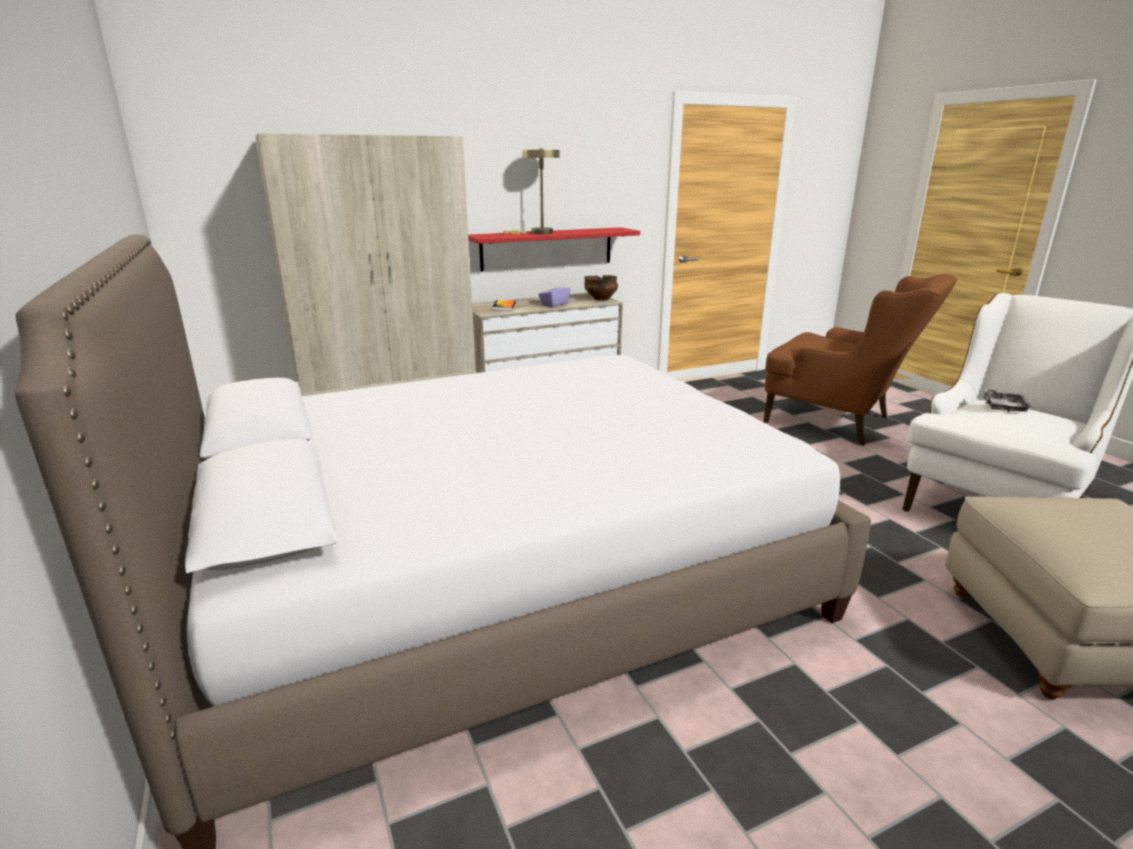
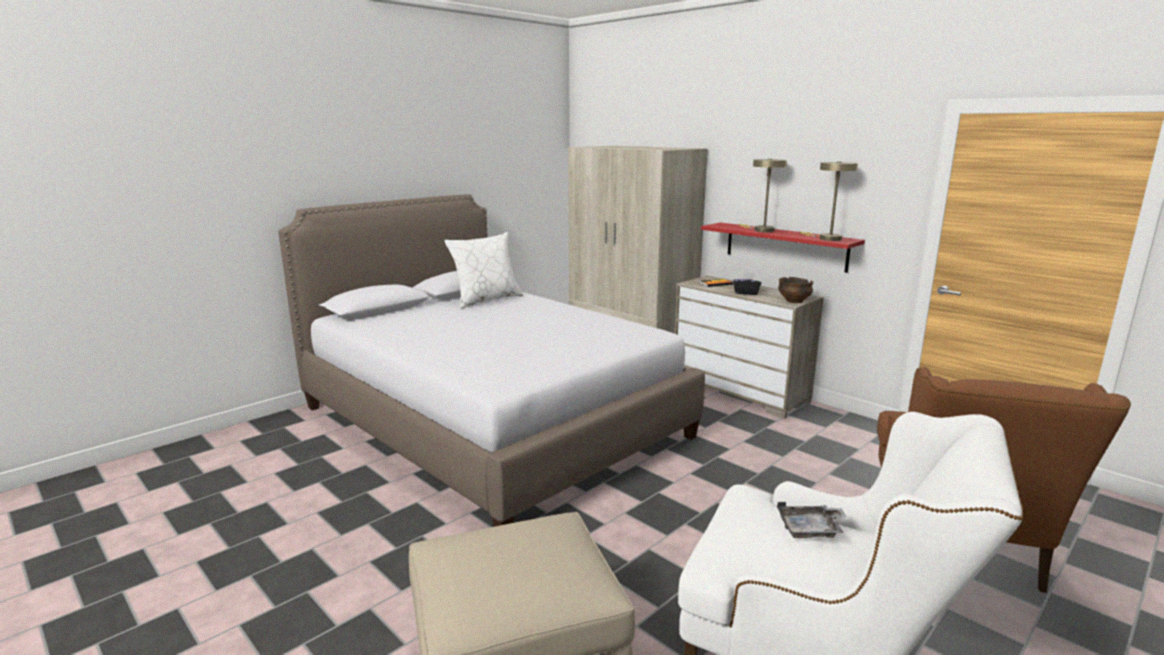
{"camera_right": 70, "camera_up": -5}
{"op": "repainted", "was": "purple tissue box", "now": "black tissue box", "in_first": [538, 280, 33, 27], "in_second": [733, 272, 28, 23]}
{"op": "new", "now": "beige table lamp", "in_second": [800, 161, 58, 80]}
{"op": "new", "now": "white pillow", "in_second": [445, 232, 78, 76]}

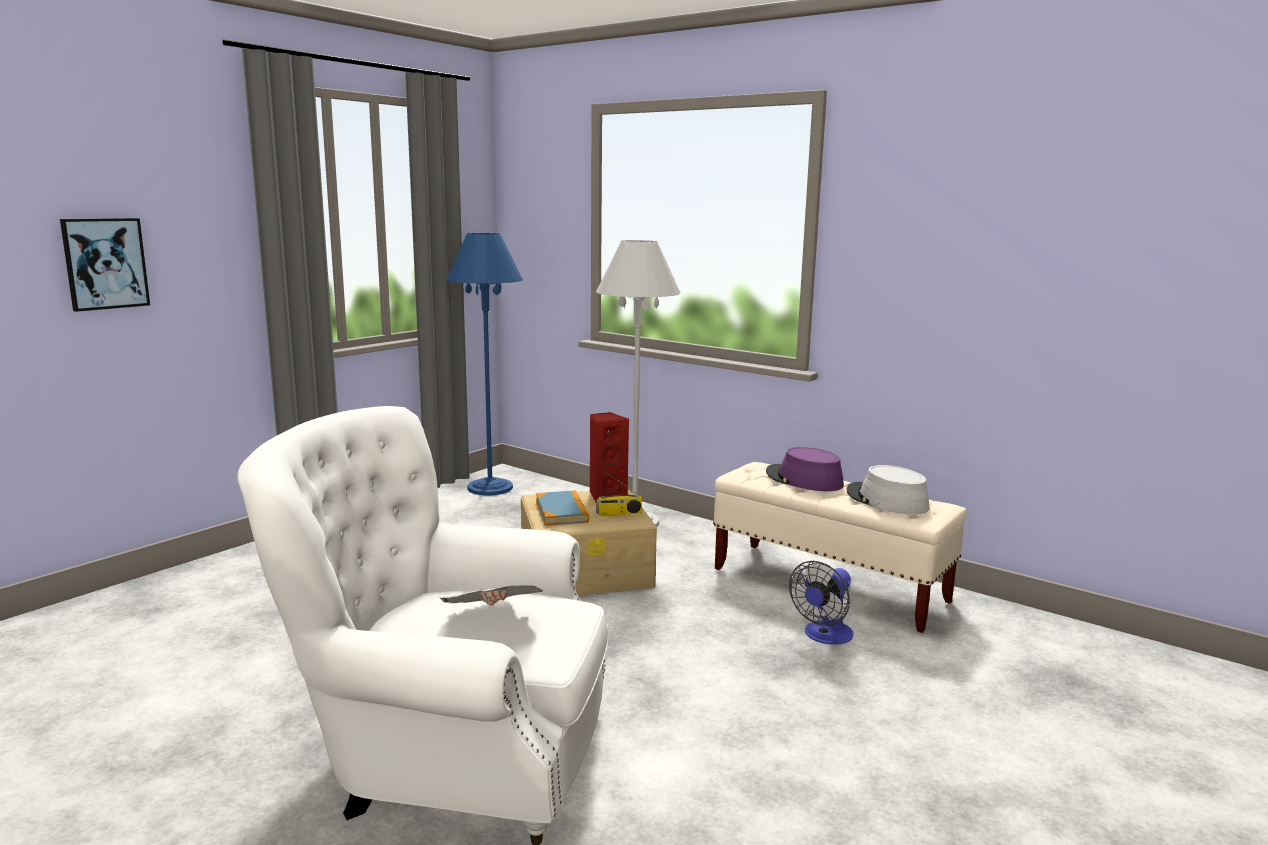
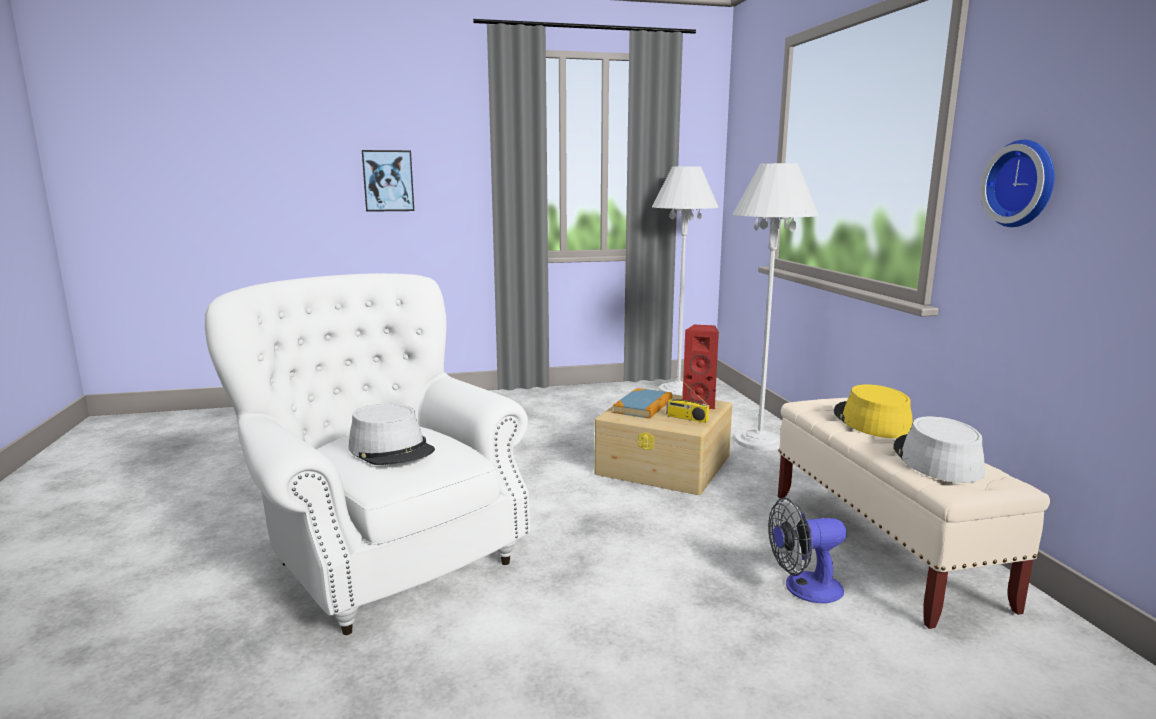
{"camera_right": 40, "camera_up": 0}
{"op": "repainted", "was": "blue floor lamp", "now": "white floor lamp", "in_first": [446, 233, 77, 262], "in_second": [652, 166, 67, 229]}
{"op": "repainted", "was": "purple hat", "now": "yellow hat", "in_first": [766, 447, 78, 44], "in_second": [834, 384, 79, 54]}
{"op": "swapped", "was": "newspaper", "now": "grey hat", "in_first": [440, 585, 103, 20], "in_second": [349, 404, 86, 61]}
{"op": "new", "now": "wall clock", "in_second": [980, 140, 74, 87]}

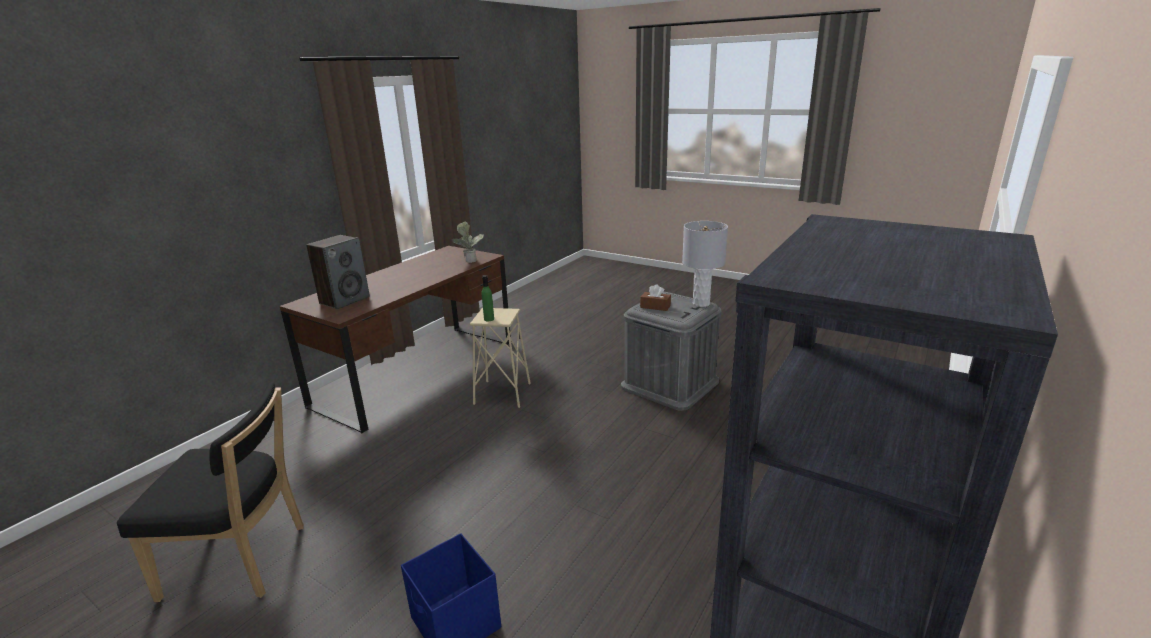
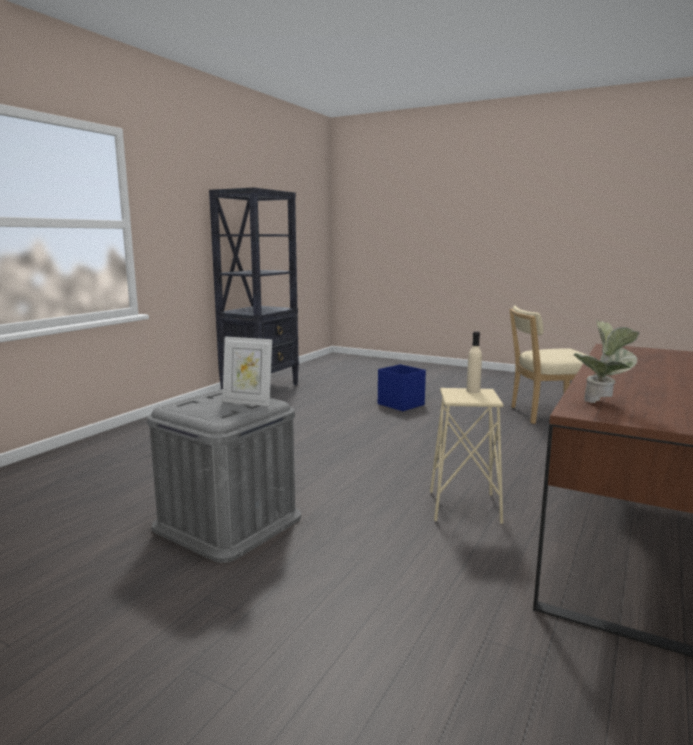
{"camera_right": 175, "camera_up": -10}
{"op": "gone", "was": "grey table lamp", "in_first": [682, 221, 46, 86]}
{"op": "gone", "was": "speaker", "in_first": [306, 235, 64, 74]}
{"op": "repainted", "was": "green bottle", "now": "beige bottle", "in_first": [482, 275, 12, 46], "in_second": [467, 331, 15, 62]}
{"op": "swapped", "was": "brown tissue box", "now": "picture frame", "in_first": [640, 284, 31, 27], "in_second": [222, 336, 50, 70]}
{"op": "repainted", "was": "black chair", "now": "beige chair", "in_first": [117, 382, 187, 220], "in_second": [509, 305, 77, 119]}

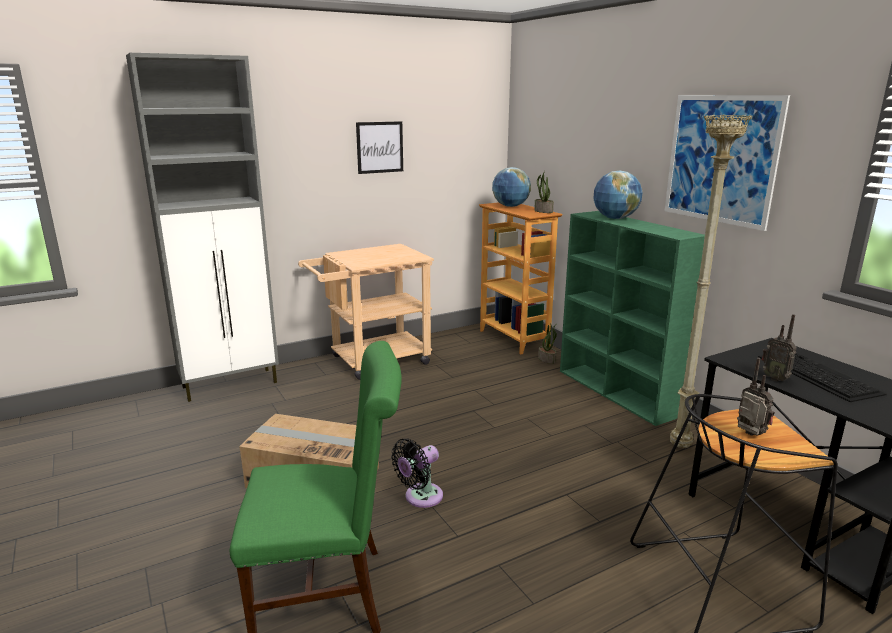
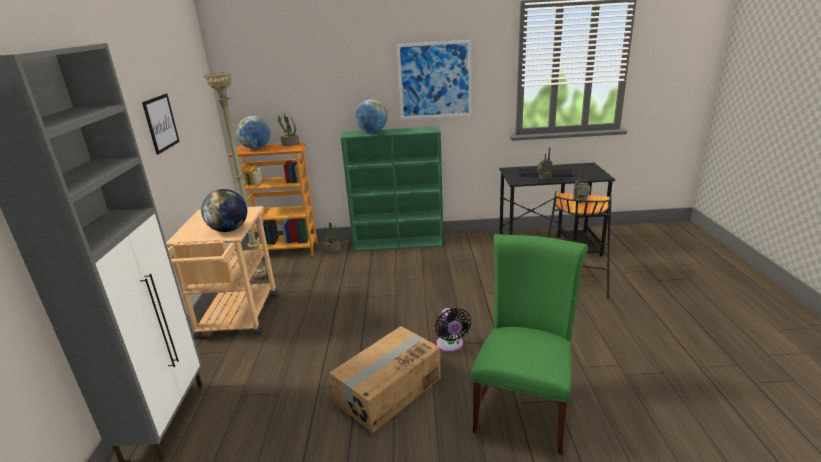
{"camera_right": -60, "camera_up": 5}
{"op": "shifted", "was": "beige floor lamp", "in_first": [670, 114, 82, 334], "in_second": [203, 71, 64, 207]}
{"op": "new", "now": "globe", "in_second": [201, 189, 46, 43]}

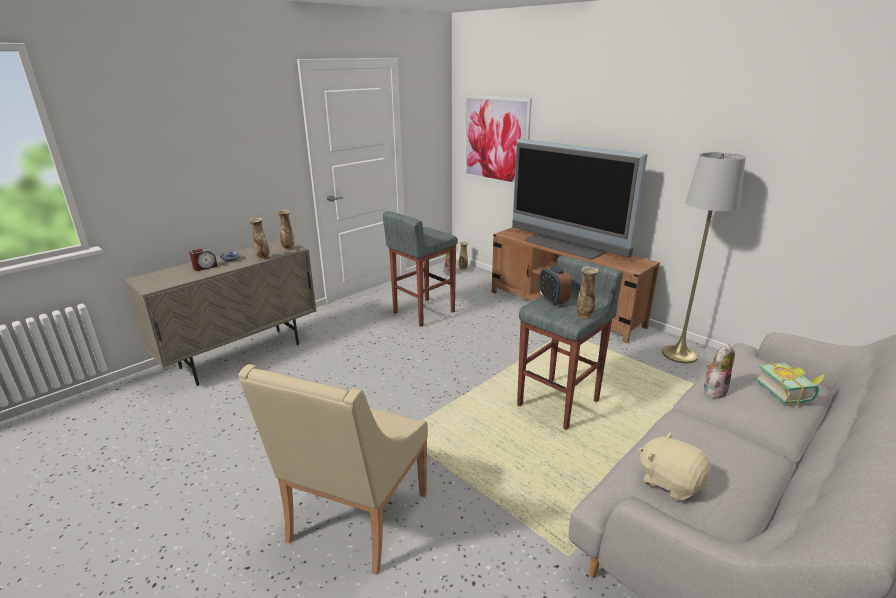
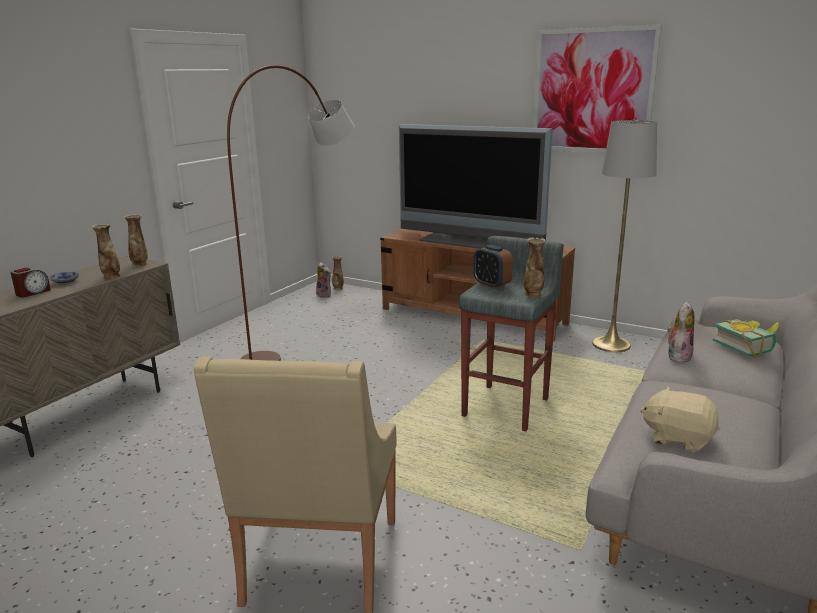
{"camera_right": -15, "camera_up": -5}
{"op": "shifted", "was": "picture", "in_first": [464, 95, 68, 91], "in_second": [533, 25, 129, 128]}
{"op": "swapped", "was": "grey stool", "now": "brown floor lamp", "in_first": [383, 211, 75, 116], "in_second": [227, 65, 128, 296]}

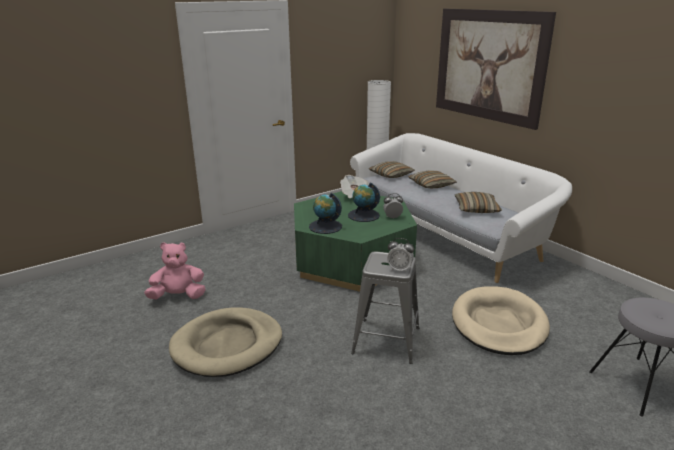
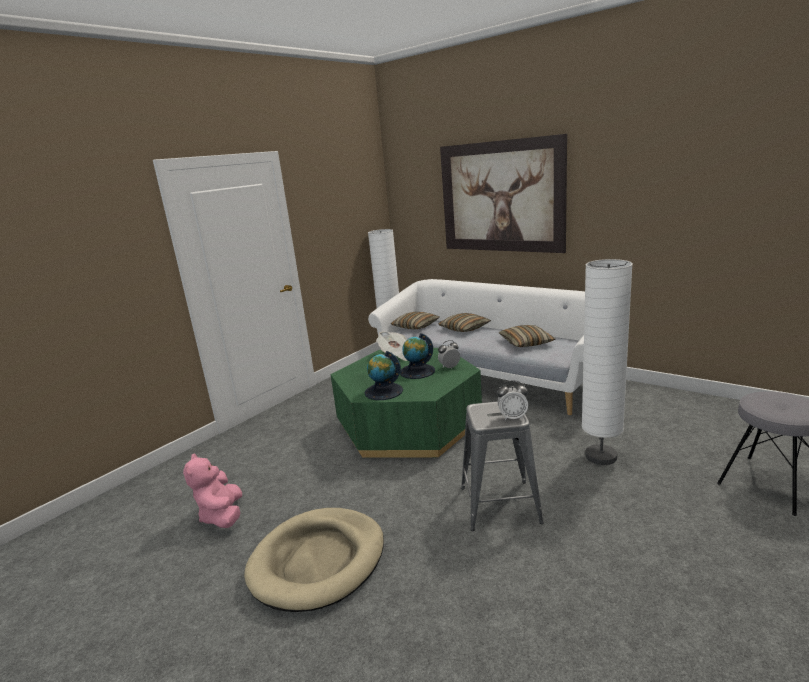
{"camera_right": -15, "camera_up": -5}
{"op": "rotated", "was": "pink plush toy", "in_first": [144, 242, 62, 58], "in_second": [183, 454, 59, 74], "clockwise": -75}
{"op": "swapped", "was": "beige dog bed", "now": "white floor lamp", "in_first": [452, 286, 98, 69], "in_second": [582, 259, 51, 206]}

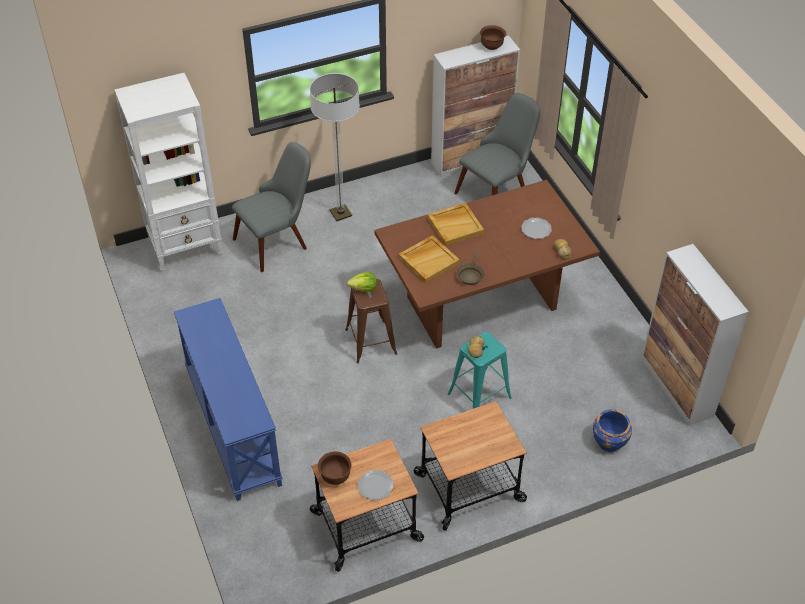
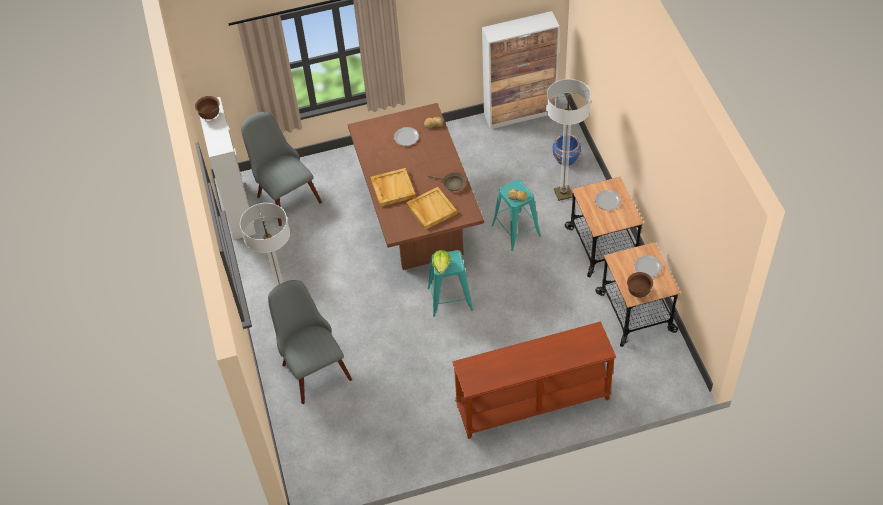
{"camera_right": -80, "camera_up": 5}
{"op": "gone", "was": "white bookcase", "in_first": [115, 73, 108, 200]}
{"op": "repainted", "was": "brown stool", "now": "turquoise stool", "in_first": [345, 279, 52, 85], "in_second": [427, 250, 46, 67]}
{"op": "repainted", "was": "blue console table", "now": "brown console table", "in_first": [174, 298, 109, 203], "in_second": [453, 322, 163, 117]}
{"op": "new", "now": "floor lamp", "in_second": [546, 79, 45, 122]}
{"op": "new", "now": "plate", "in_second": [595, 190, 26, 20]}

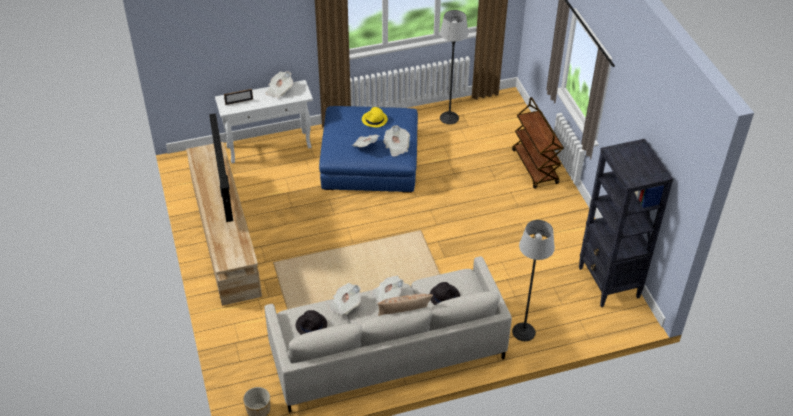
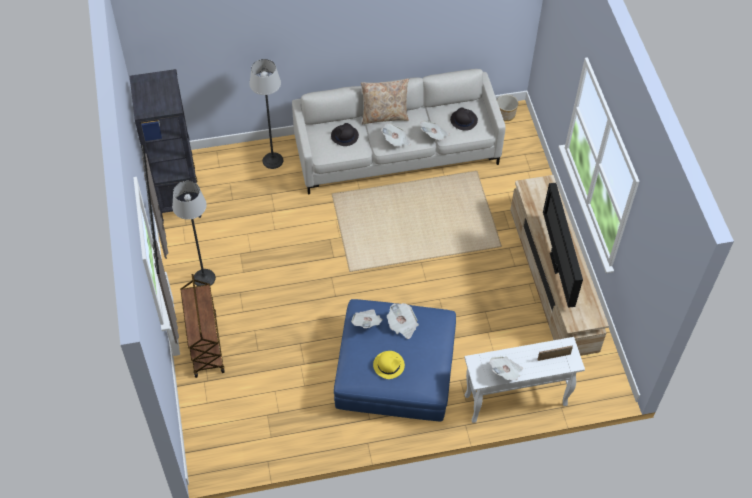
{"camera_right": -175, "camera_up": 10}
{"op": "shifted", "was": "floor lamp", "in_first": [440, 10, 28, 114], "in_second": [172, 181, 44, 105]}

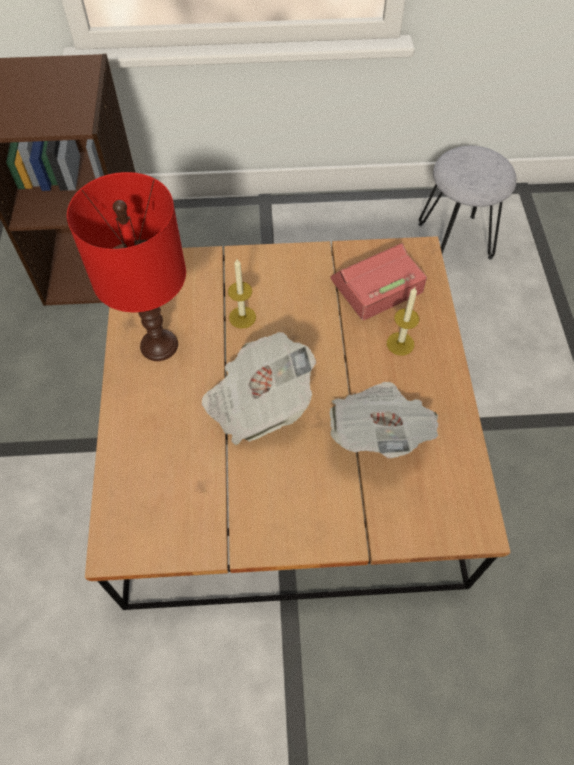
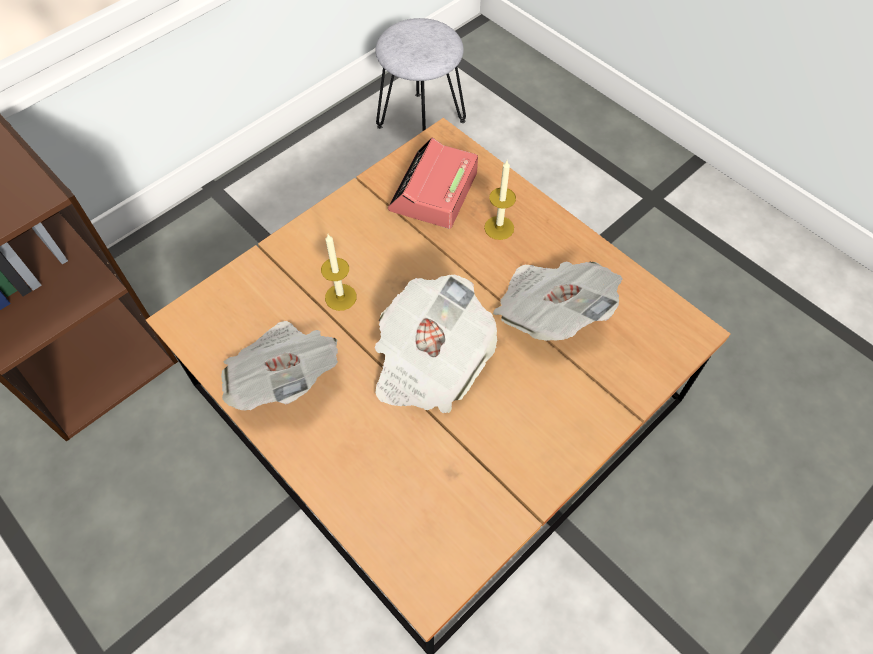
{"camera_right": -40, "camera_up": 0}
{"op": "swapped", "was": "red table lamp", "now": "newspaper", "in_first": [67, 172, 119, 189], "in_second": [221, 321, 117, 89]}

